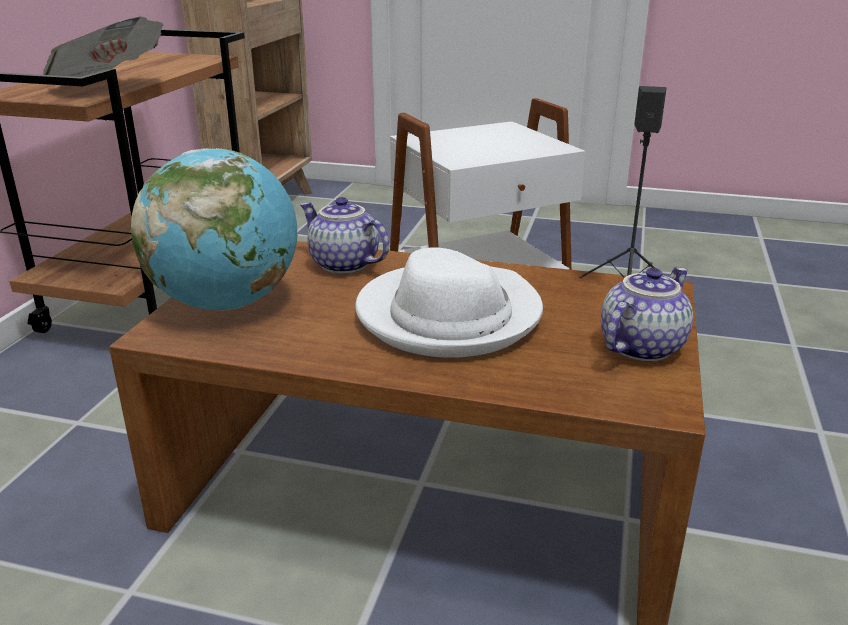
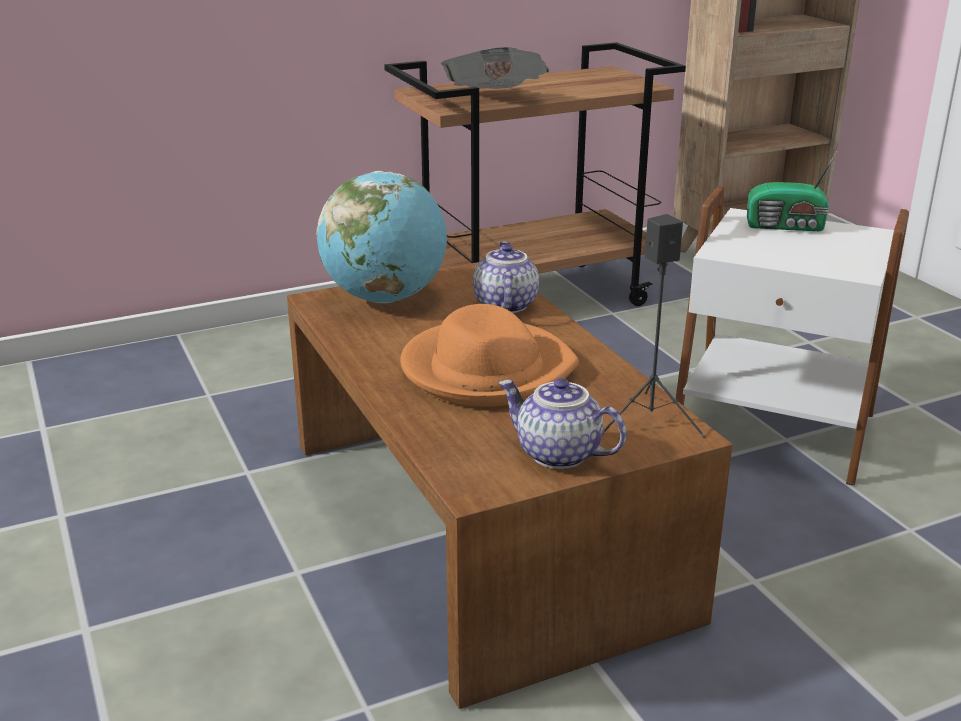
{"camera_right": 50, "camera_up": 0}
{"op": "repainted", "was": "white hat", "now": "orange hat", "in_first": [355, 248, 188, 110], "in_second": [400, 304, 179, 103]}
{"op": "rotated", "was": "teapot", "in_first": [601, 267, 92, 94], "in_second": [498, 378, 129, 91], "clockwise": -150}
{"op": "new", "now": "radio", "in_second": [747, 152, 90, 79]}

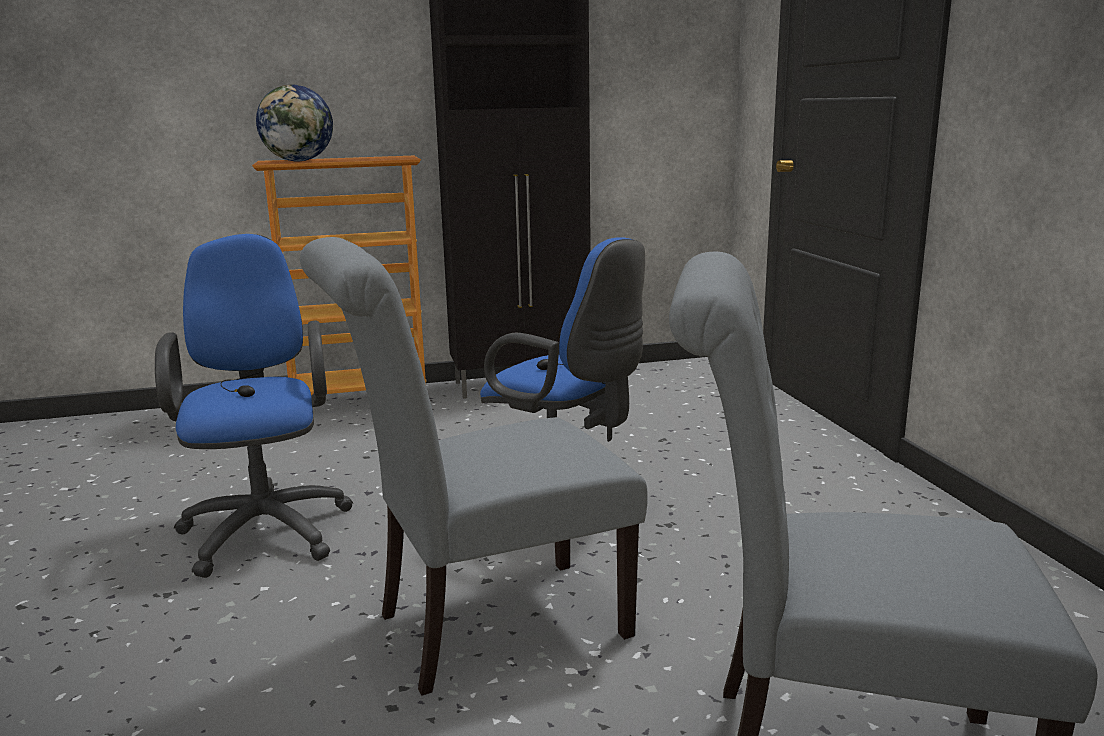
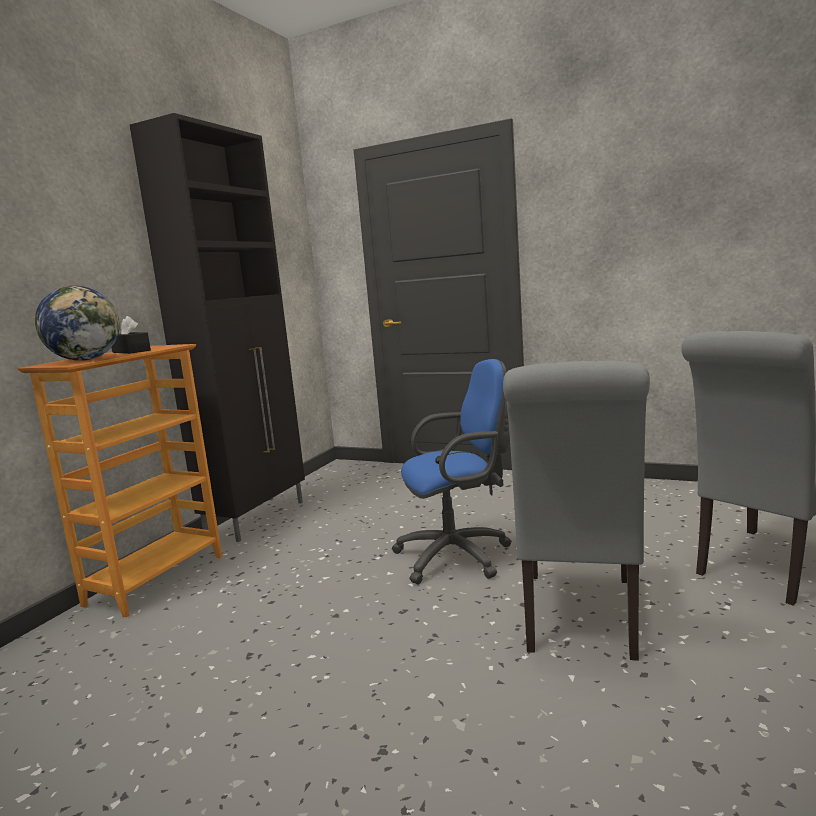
{"camera_right": -50, "camera_up": -5}
{"op": "gone", "was": "blue office chair", "in_first": [155, 234, 198, 344]}
{"op": "new", "now": "black tissue box", "in_second": [112, 316, 39, 38]}

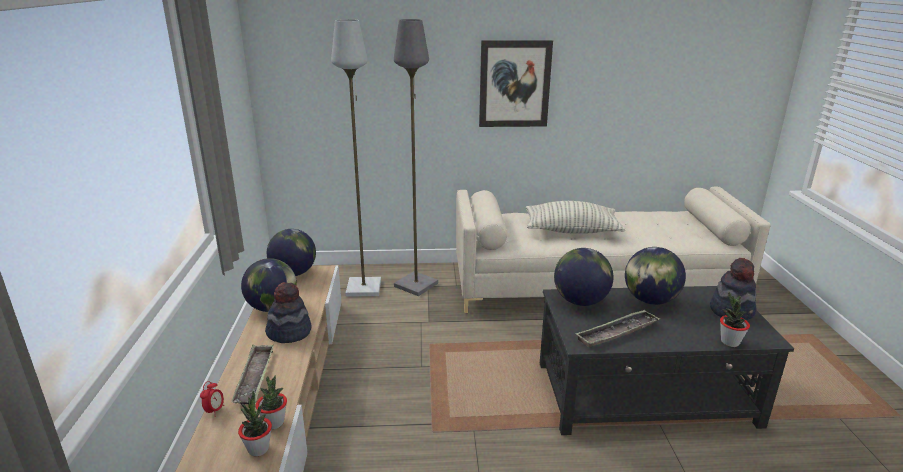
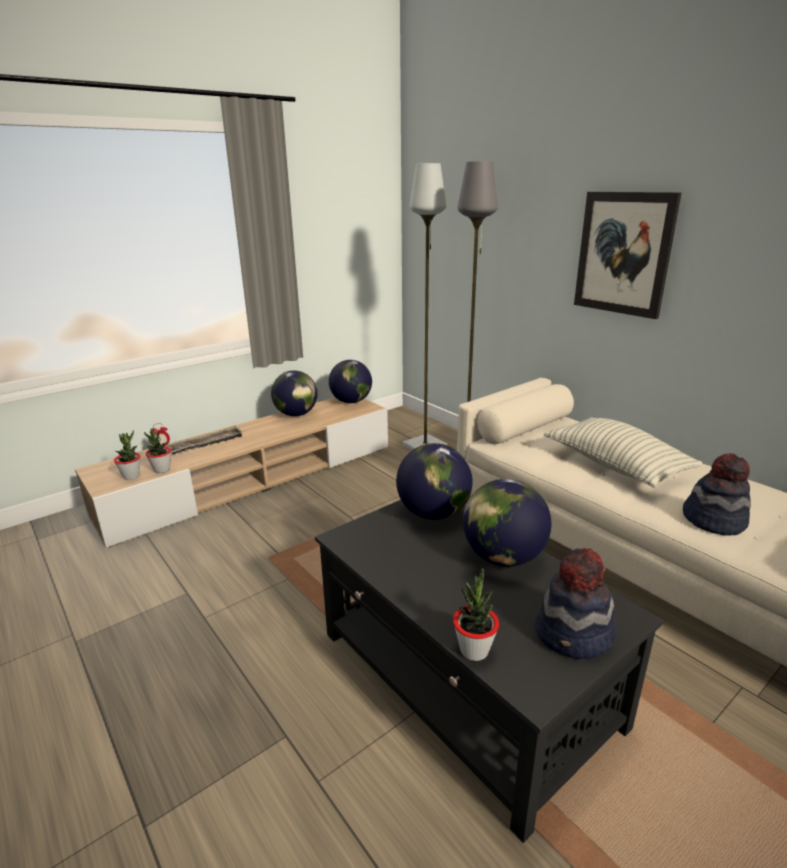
{"camera_right": 55, "camera_up": 0}
{"op": "shifted", "was": "hat", "in_first": [265, 282, 47, 61], "in_second": [683, 453, 68, 83]}
{"op": "gone", "was": "tray", "in_first": [576, 310, 84, 38]}

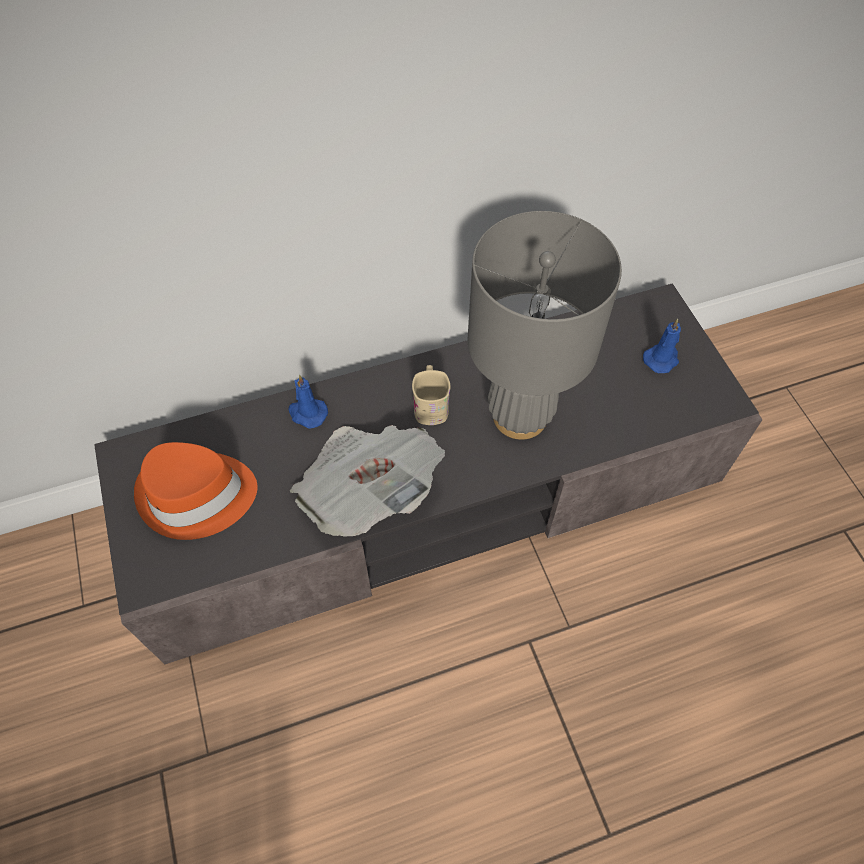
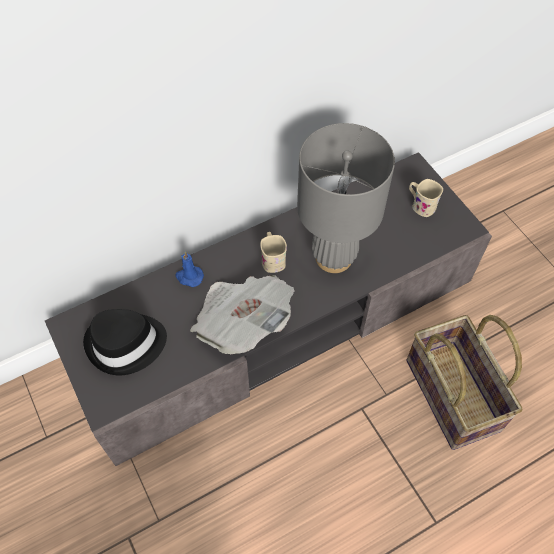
{"camera_right": -10, "camera_up": 0}
{"op": "swapped", "was": "blue candle", "now": "beige mug", "in_first": [643, 319, 38, 54], "in_second": [409, 179, 34, 38]}
{"op": "repainted", "was": "orange hat", "now": "black hat", "in_first": [134, 442, 123, 98], "in_second": [83, 309, 84, 66]}
{"op": "new", "now": "basket", "in_second": [407, 315, 116, 135]}

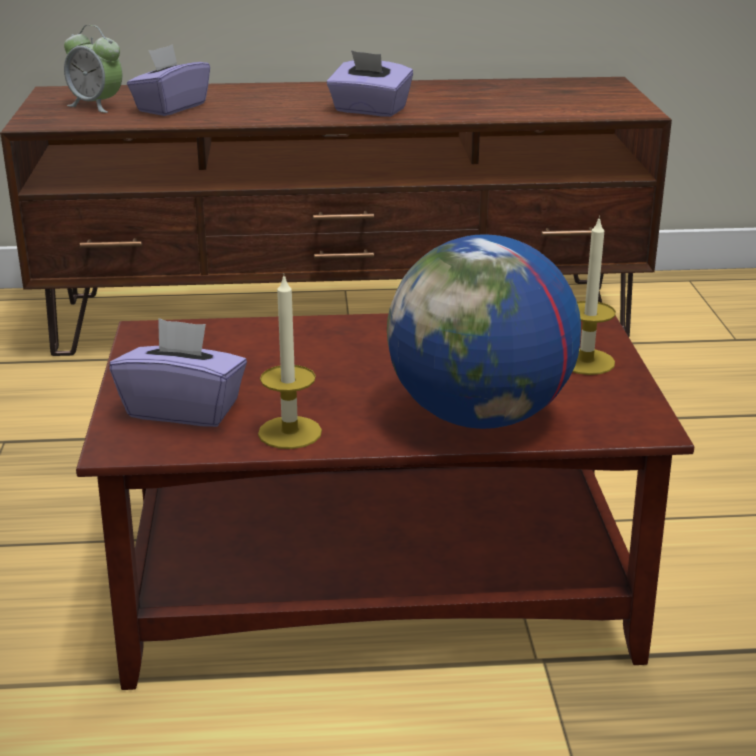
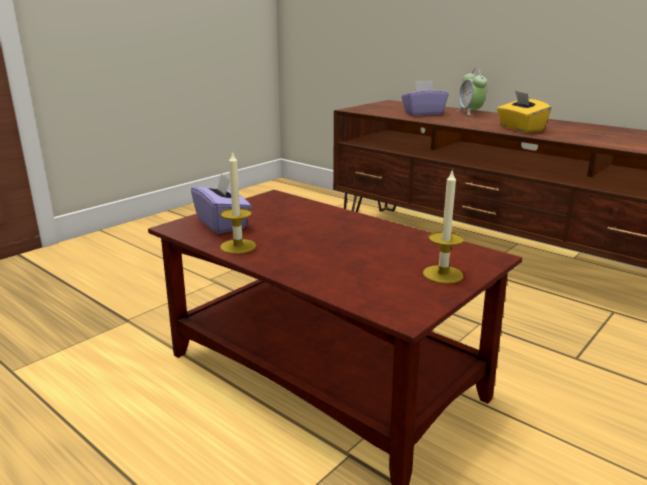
{"camera_right": 45, "camera_up": -5}
{"op": "shifted", "was": "alarm clock", "in_first": [64, 25, 58, 88], "in_second": [457, 69, 30, 46]}
{"op": "repainted", "was": "purple tissue box", "now": "yellow tissue box", "in_first": [327, 50, 86, 67], "in_second": [497, 91, 55, 42]}
{"op": "gone", "was": "globe", "in_first": [387, 234, 194, 195]}

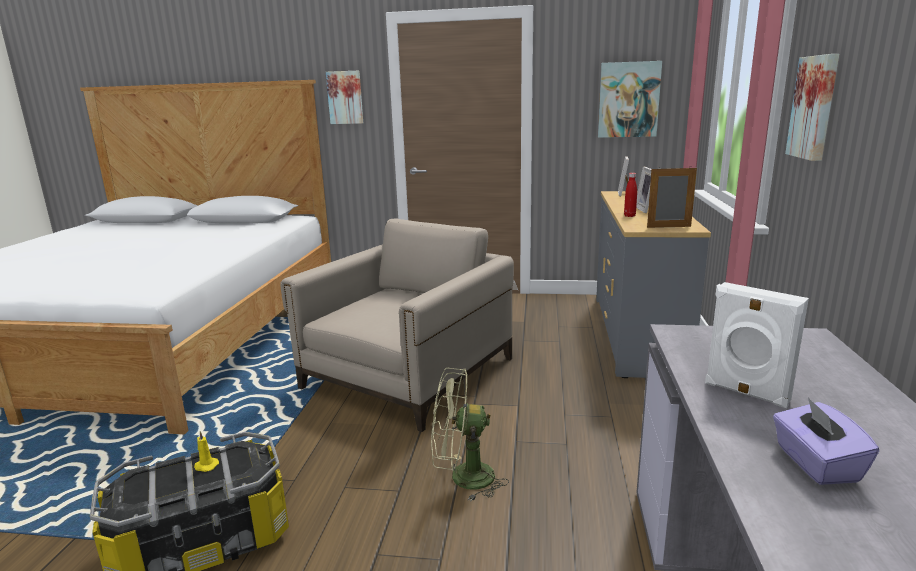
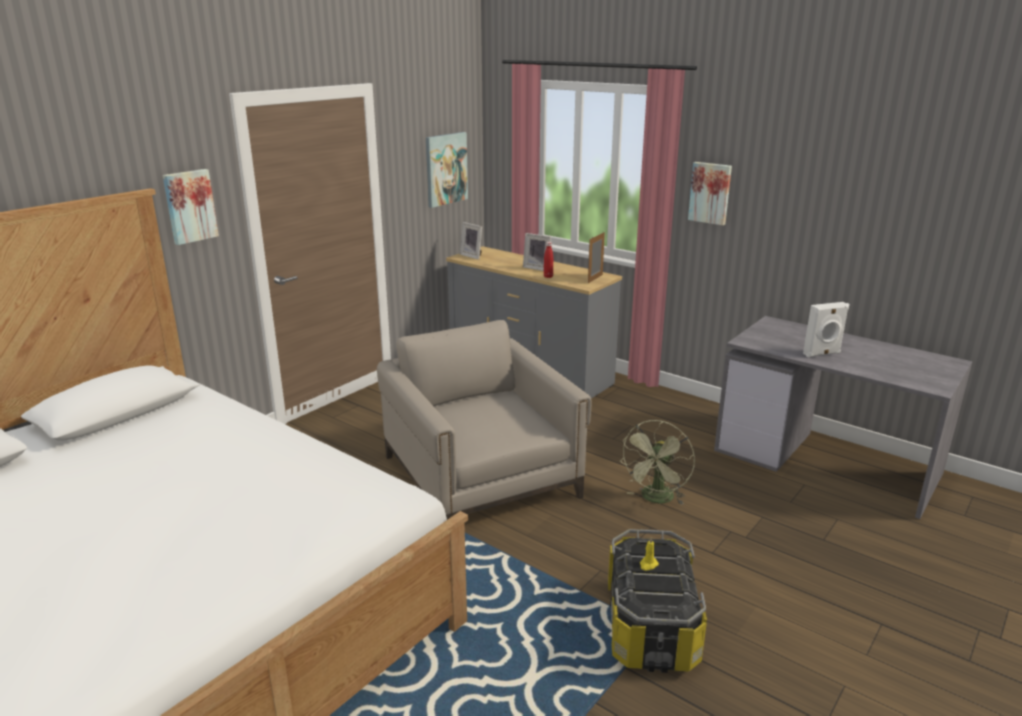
{"camera_right": -60, "camera_up": 5}
{"op": "gone", "was": "purple tissue box", "in_first": [773, 397, 106, 88]}

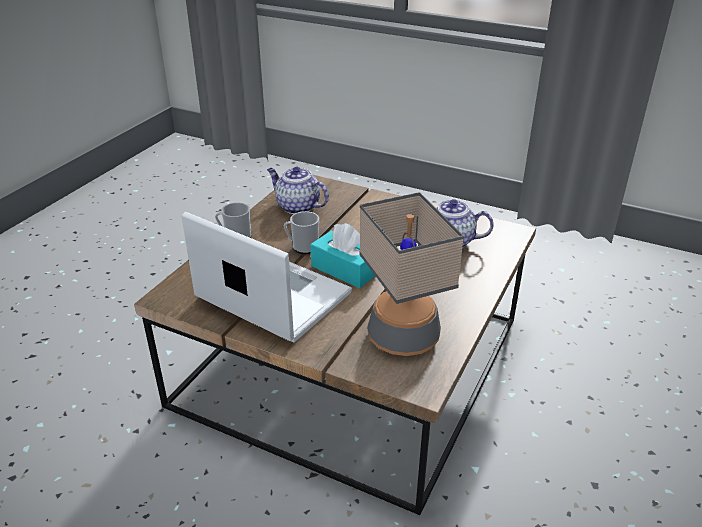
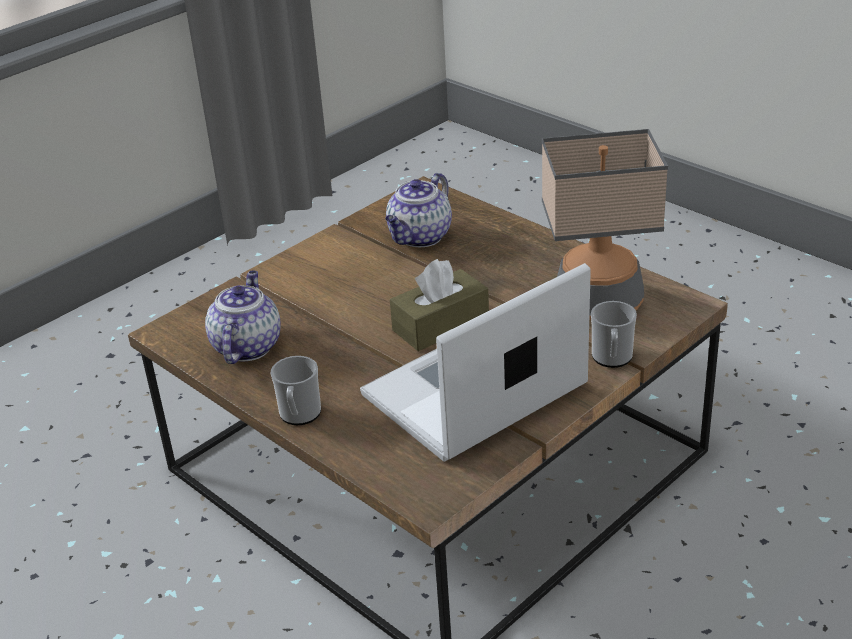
{"camera_right": -70, "camera_up": 0}
{"op": "rotated", "was": "teapot", "in_first": [267, 167, 62, 47], "in_second": [205, 271, 76, 93], "clockwise": 135}
{"op": "shifted", "was": "mug", "in_first": [284, 211, 35, 43], "in_second": [591, 301, 46, 67]}
{"op": "repainted", "was": "turquoise tissue box", "now": "brown tissue box", "in_first": [310, 223, 65, 65], "in_second": [390, 259, 99, 92]}

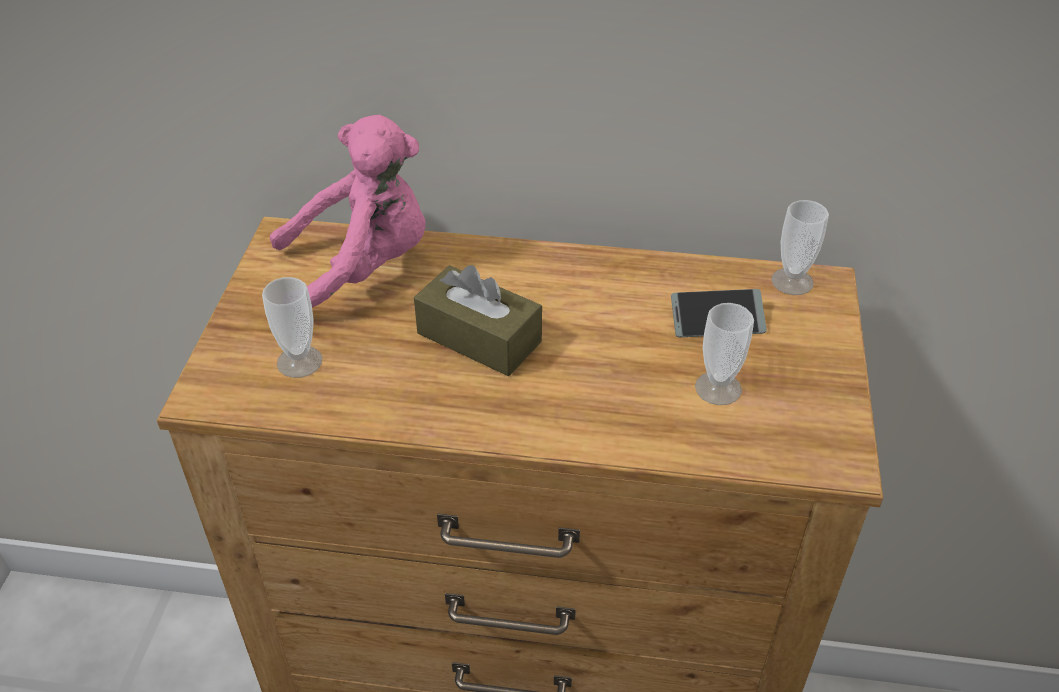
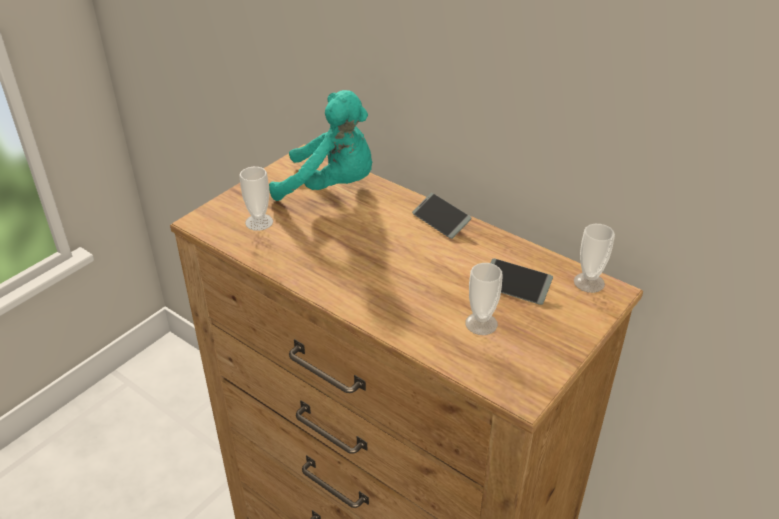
{"camera_right": 30, "camera_up": -5}
{"op": "repainted", "was": "pink plush toy", "now": "turquoise plush toy", "in_first": [270, 115, 156, 192], "in_second": [269, 90, 103, 111]}
{"op": "gone", "was": "brown tissue box", "in_first": [414, 265, 128, 111]}
{"op": "new", "now": "phone", "in_second": [412, 193, 60, 46]}

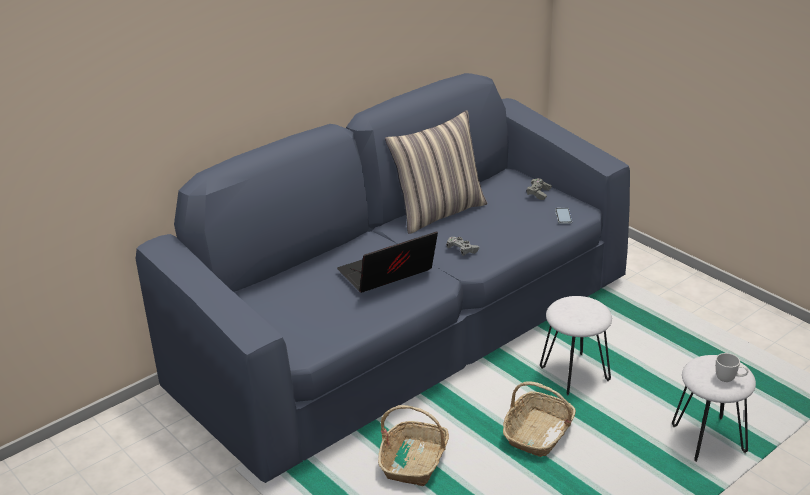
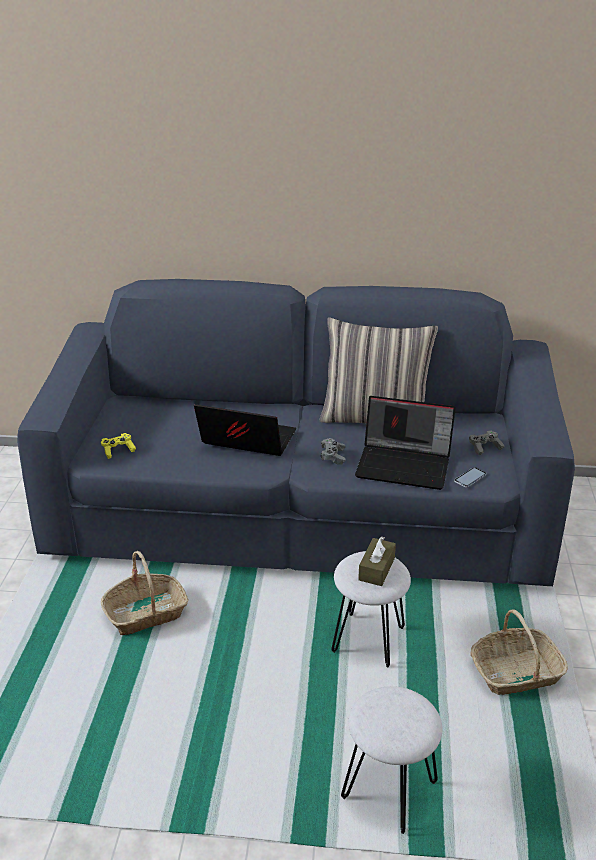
{"camera_right": 45, "camera_up": 0}
{"op": "gone", "was": "white mug", "in_first": [716, 353, 32, 29]}
{"op": "shifted", "was": "basket", "in_first": [503, 381, 73, 76], "in_second": [470, 609, 98, 86]}
{"op": "new", "now": "laptop", "in_second": [355, 396, 101, 94]}
{"op": "new", "now": "yellow game controller", "in_second": [101, 433, 35, 26]}
{"op": "new", "now": "brown tissue box", "in_second": [358, 536, 38, 50]}

